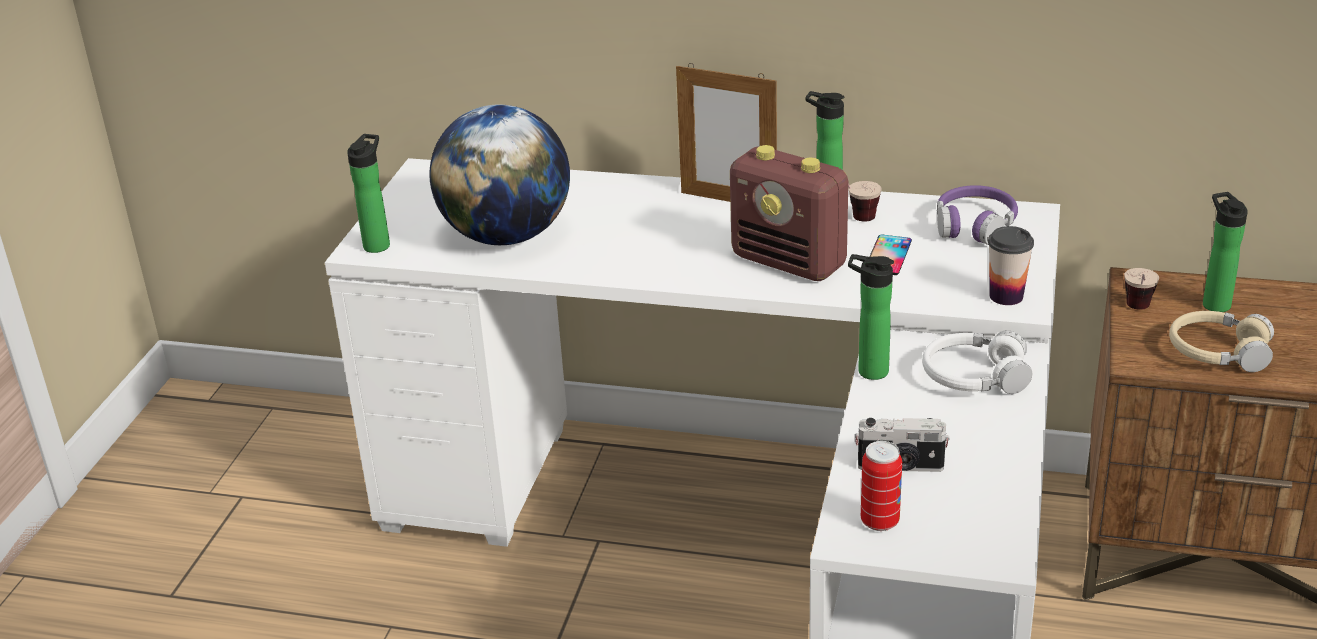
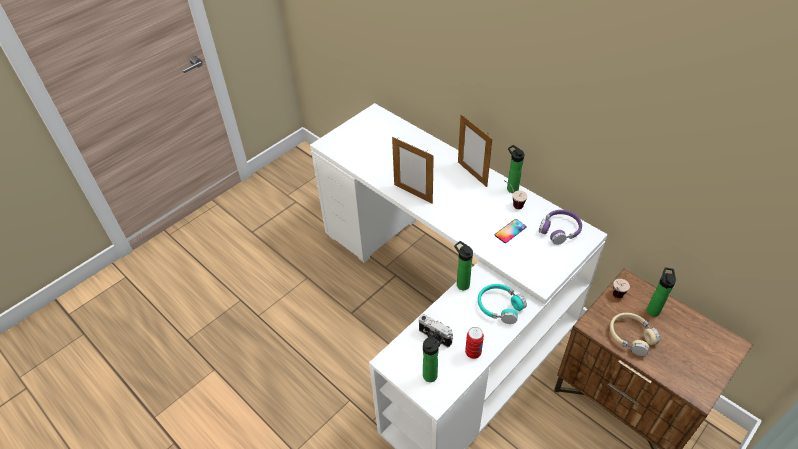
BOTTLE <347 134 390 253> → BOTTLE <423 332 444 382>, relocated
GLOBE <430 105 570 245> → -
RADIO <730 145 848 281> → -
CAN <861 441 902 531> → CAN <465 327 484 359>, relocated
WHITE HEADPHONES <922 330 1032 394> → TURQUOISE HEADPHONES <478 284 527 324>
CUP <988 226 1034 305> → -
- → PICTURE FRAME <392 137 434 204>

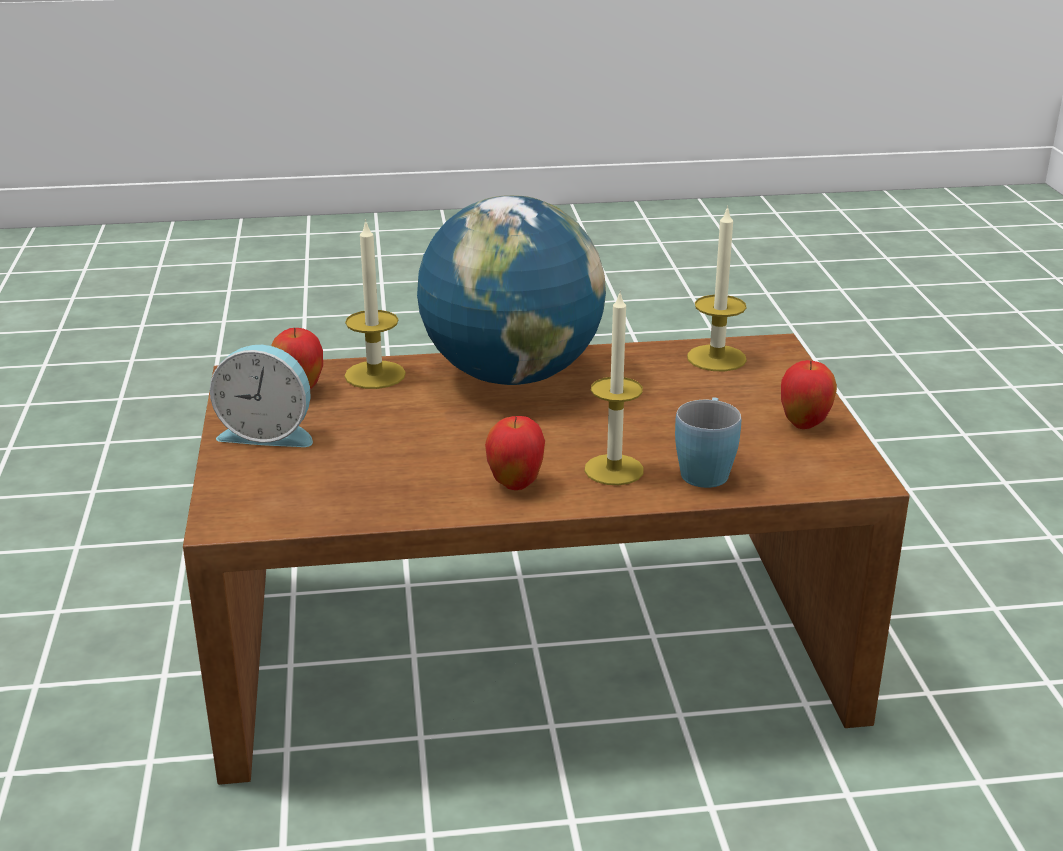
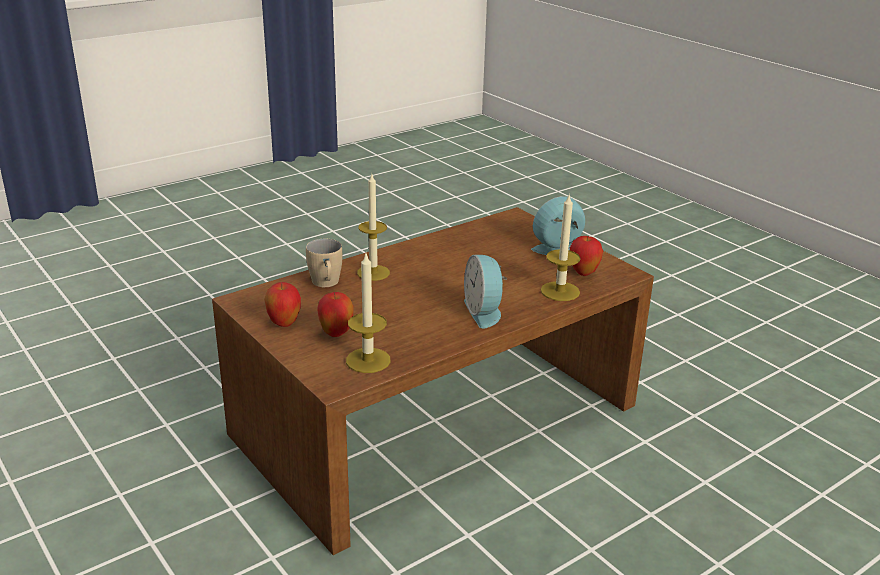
GLOBE <417 195 606 385> → ALARM CLOCK <464 255 507 329>
APPLE <485 416 545 490> → APPLE <317 292 354 337>, relocated
BLUE MUG <675 397 741 488> → BEIGE MUG <306 239 342 287>

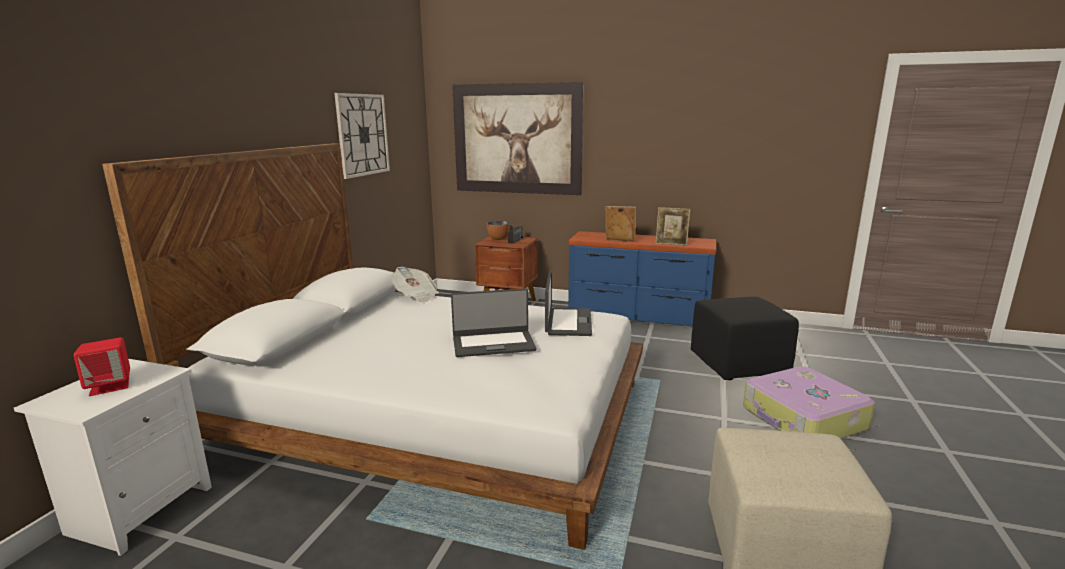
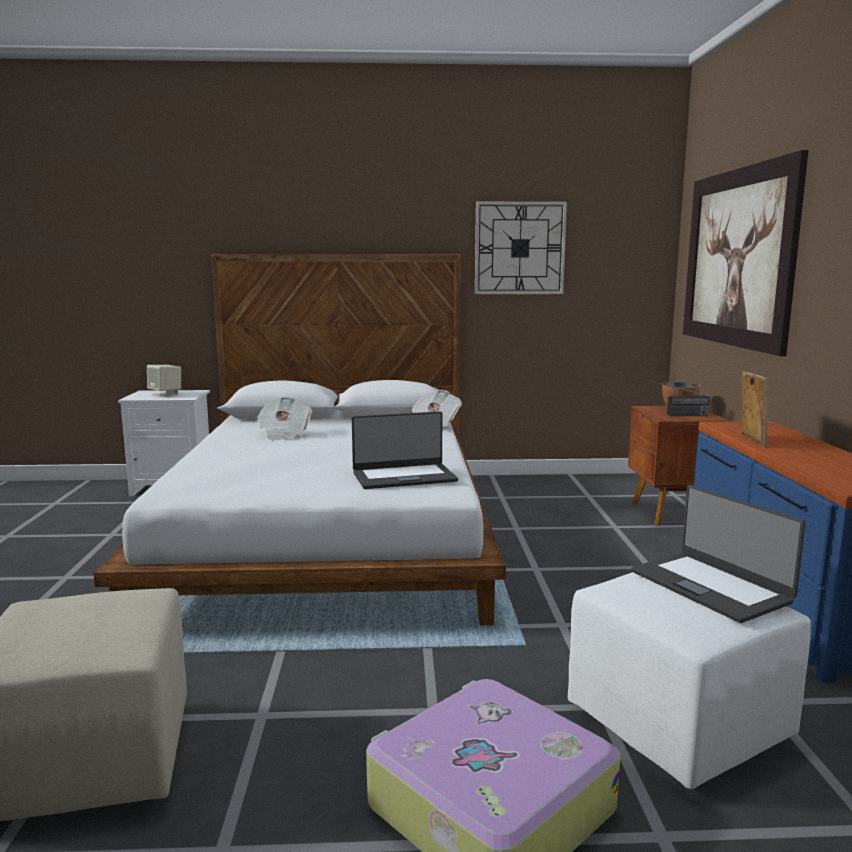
RED SPEAKER <73 337 130 396> → BEIGE SPEAKER <147 365 181 397>
LAPTOP <451 288 536 357> → LAPTOP <632 485 806 623>, relocated
PICTURE FRAME <656 207 691 245> → -
BLACK OTTOMAN <691 297 799 380> → WHITE OTTOMAN <568 572 811 789>
- → NEWSPAPER <257 397 312 440>

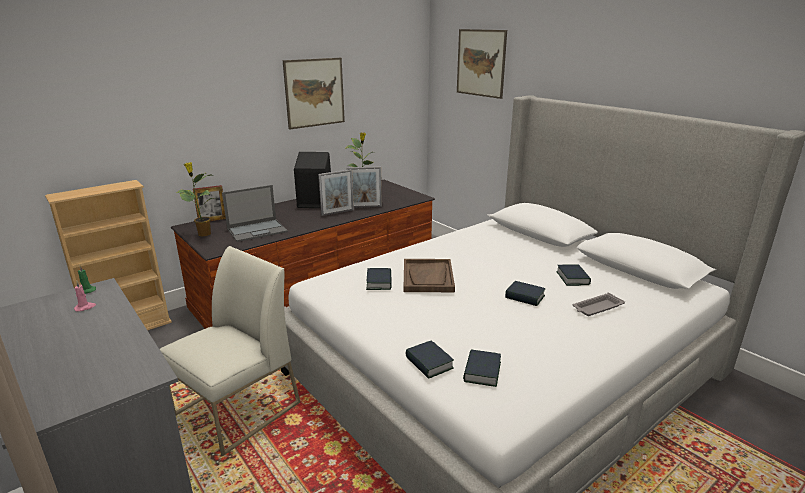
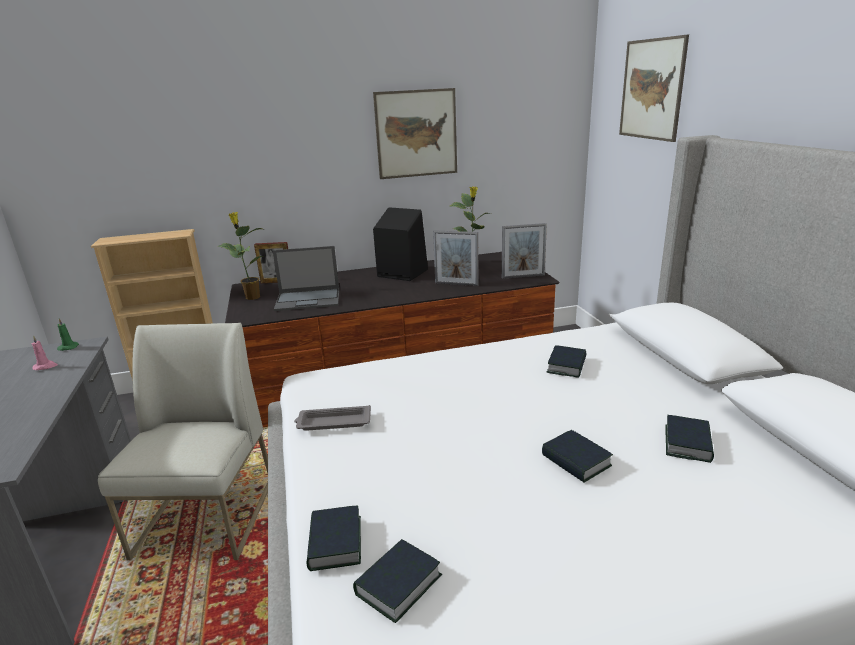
WHITE CHAIR <160 246 300 456> → WHITE CHAIR <98 323 268 560>, 60 degrees counterclockwise
PICTURE FRAME <318 169 354 216> → PICTURE FRAME <502 223 547 279>, relocated
BOOK <366 268 392 290> → BOOK <547 345 586 378>, relocated
BROWN TRAY <404 259 455 292> → -
GREY TRAY <573 293 625 316> → GREY TRAY <294 405 371 431>, relocated

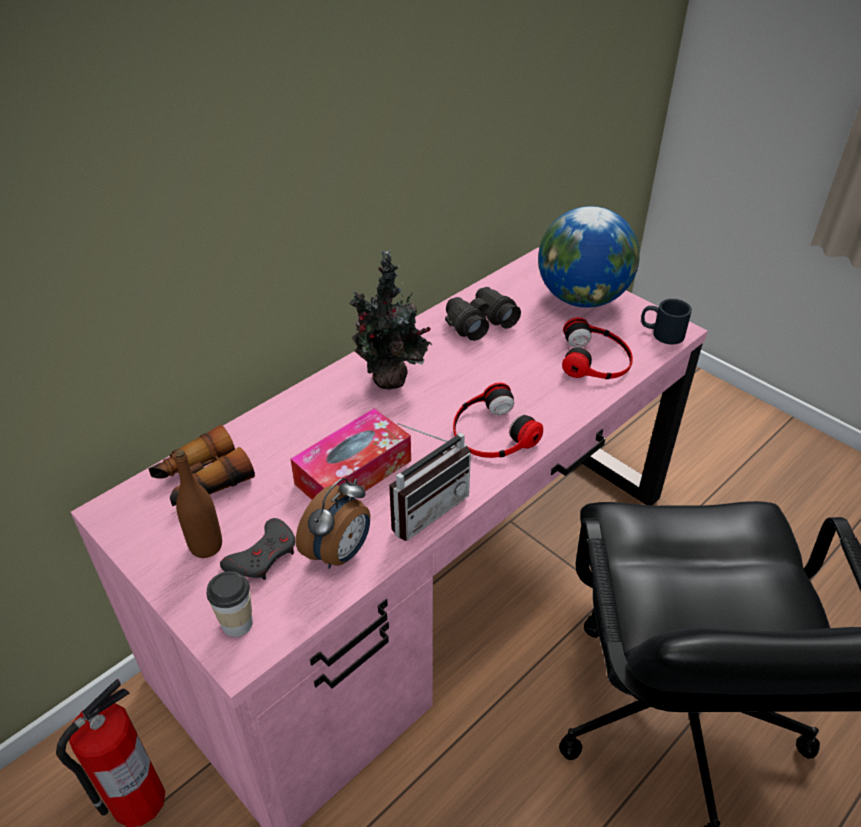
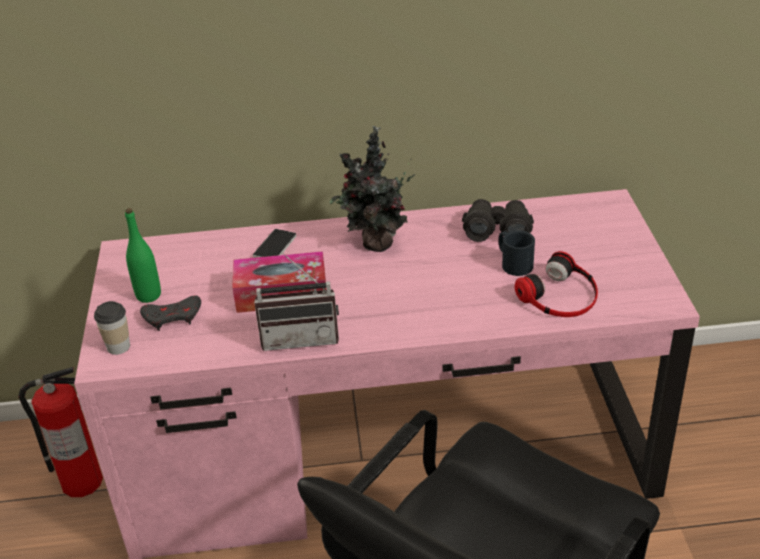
BINOCULARS <149 425 255 506> → -
BROWN BOTTLE <174 449 222 558> → GREEN BOTTLE <125 208 161 303>
ALARM CLOCK <296 478 370 569> → -
HEADPHONES <453 383 543 458> → -
GLOBE <538 206 640 308> → -
BLACK MUG <641 299 692 344> → BLACK MUG <498 230 535 276>, relocated
- → PHONE <253 229 296 258>

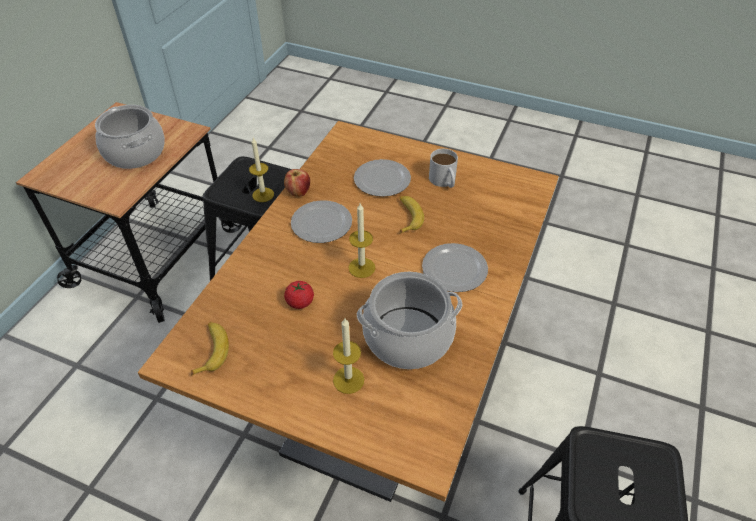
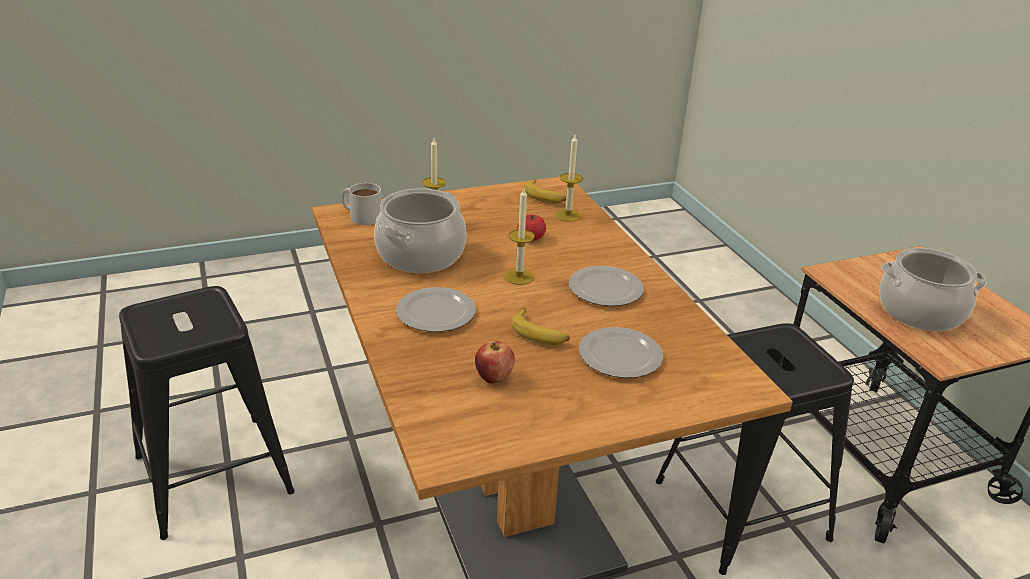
CANDLE <249 138 274 202> → CANDLE <555 135 583 222>, relocated
APPLE <284 169 310 197> → APPLE <475 341 515 384>, relocated
WHITE MUG <429 149 458 188> → WHITE MUG <341 183 381 225>, relocated

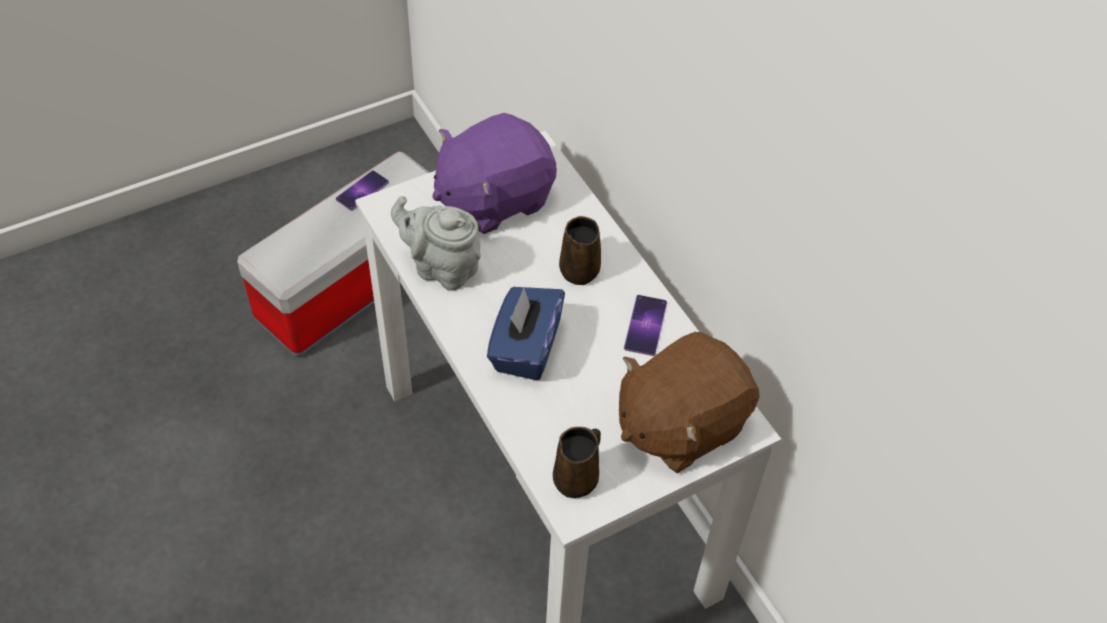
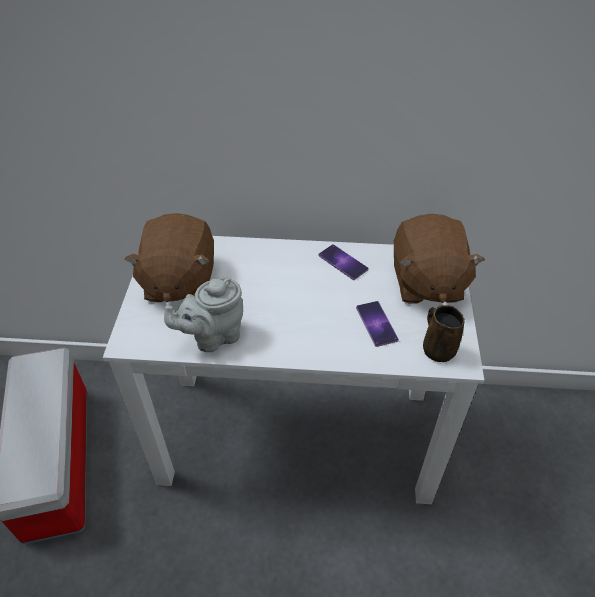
PHONE <336 170 389 211> → PHONE <356 301 399 347>, relocated
PURPLE PLUSH TOY <432 113 557 234> → BROWN PLUSH TOY <124 213 214 302>
BLUE TISSUE BOX <487 287 565 380> → -
BROWN MUG <559 216 601 285> → -

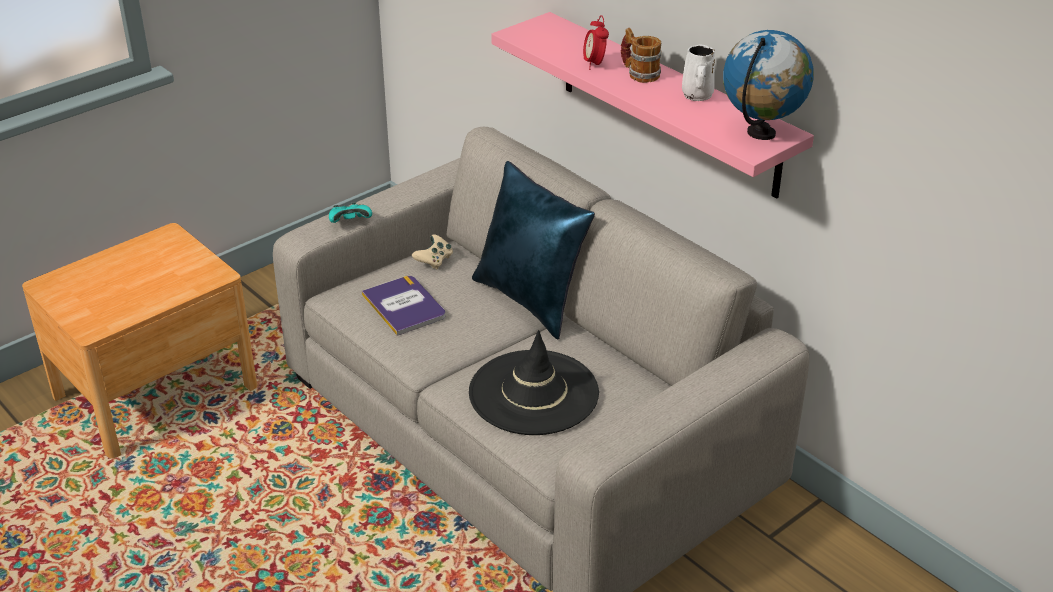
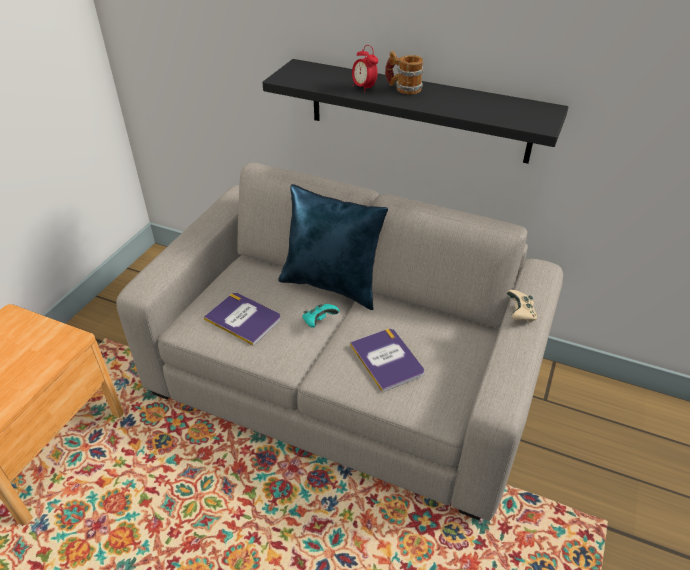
TURQUOISE GAME CONTROLLER <329 202 372 223> → TURQUOISE GAME CONTROLLER <302 304 339 328>, relocated
BEIGE GAME CONTROLLER <412 234 453 270> → BEIGE GAME CONTROLLER <507 290 537 322>, relocated
BLACK HAT <469 330 599 435> → BOOK <350 329 424 393>
PINK SHELF <491 12 814 199> → BLACK SHELF <262 59 569 164>
WHITE MUG <682 45 715 101> → -
GLOBE <723 30 814 140> → -

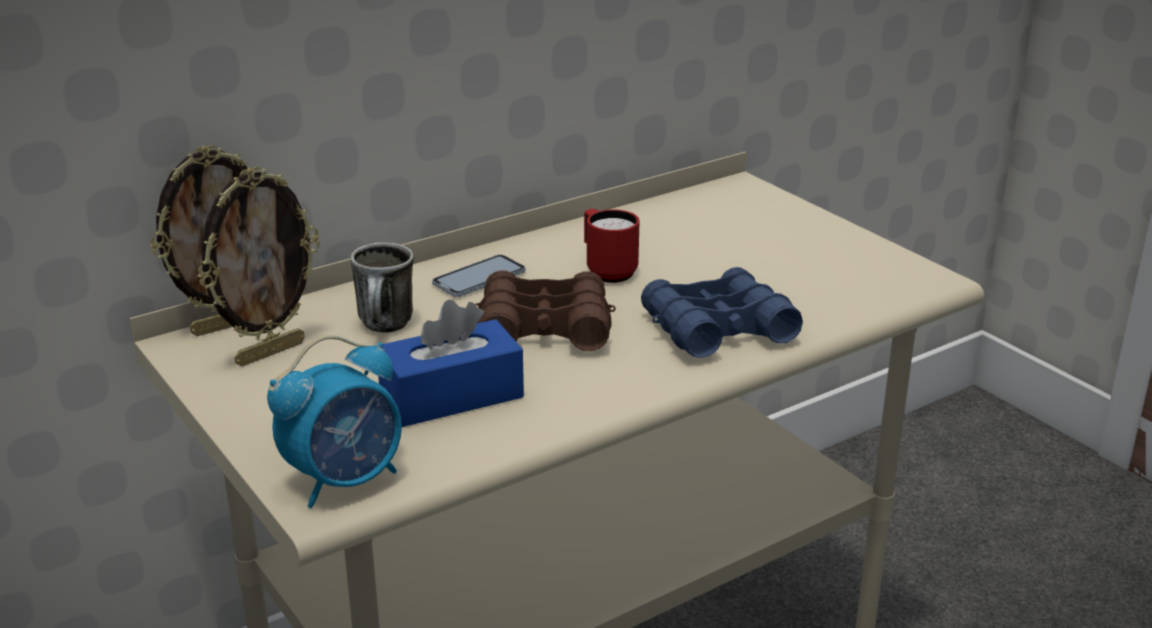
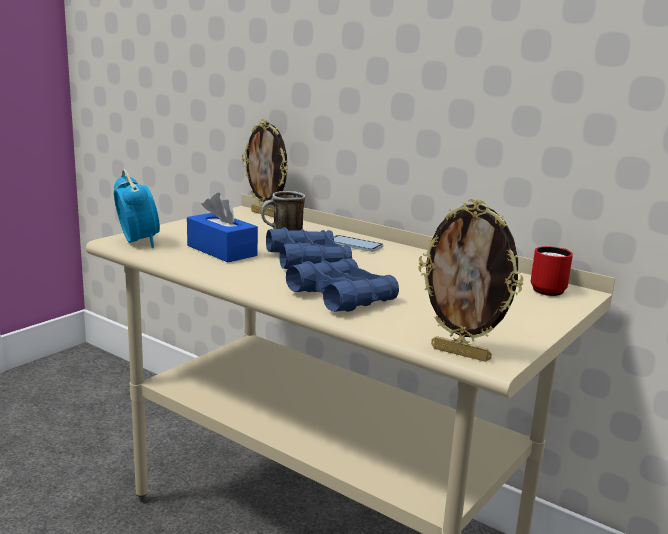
PICTURE FRAME <198 167 320 366> → PICTURE FRAME <419 199 523 362>, relocated
ALARM CLOCK <267 335 402 508> → ALARM CLOCK <114 169 160 248>, 150 degrees counterclockwise
BROWN BINOCULARS <475 270 616 351> → BLUE BINOCULARS <266 227 352 269>
RED MUG <584 209 640 283> → RED MUG <531 246 573 296>, relocated

